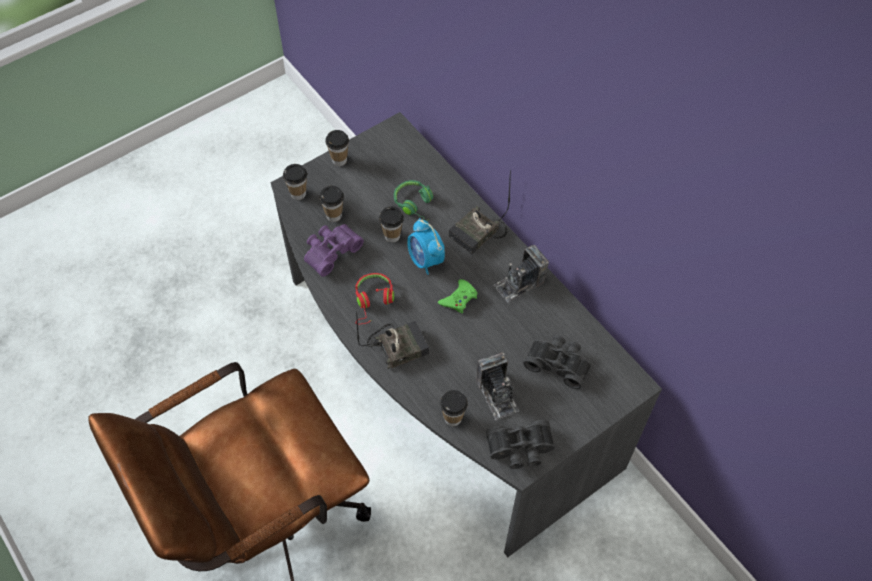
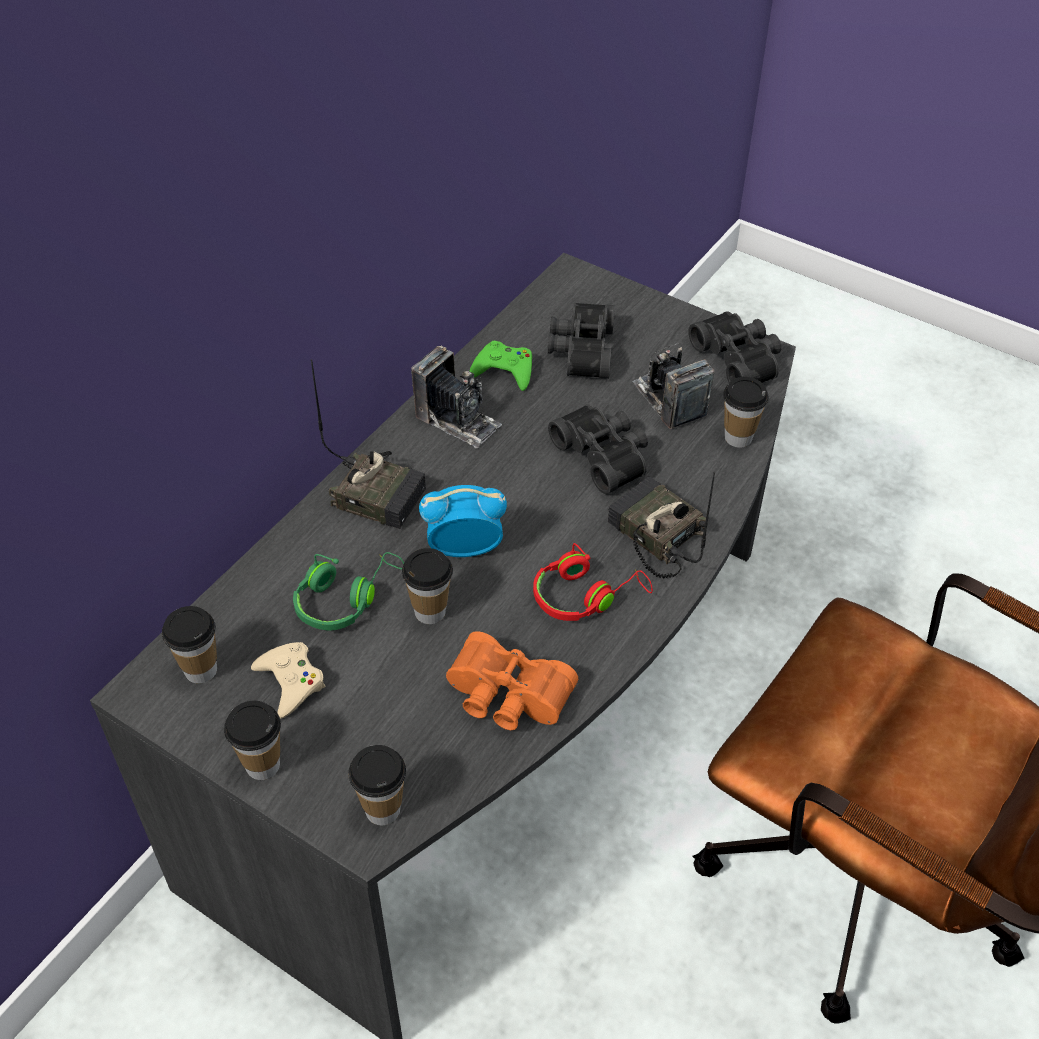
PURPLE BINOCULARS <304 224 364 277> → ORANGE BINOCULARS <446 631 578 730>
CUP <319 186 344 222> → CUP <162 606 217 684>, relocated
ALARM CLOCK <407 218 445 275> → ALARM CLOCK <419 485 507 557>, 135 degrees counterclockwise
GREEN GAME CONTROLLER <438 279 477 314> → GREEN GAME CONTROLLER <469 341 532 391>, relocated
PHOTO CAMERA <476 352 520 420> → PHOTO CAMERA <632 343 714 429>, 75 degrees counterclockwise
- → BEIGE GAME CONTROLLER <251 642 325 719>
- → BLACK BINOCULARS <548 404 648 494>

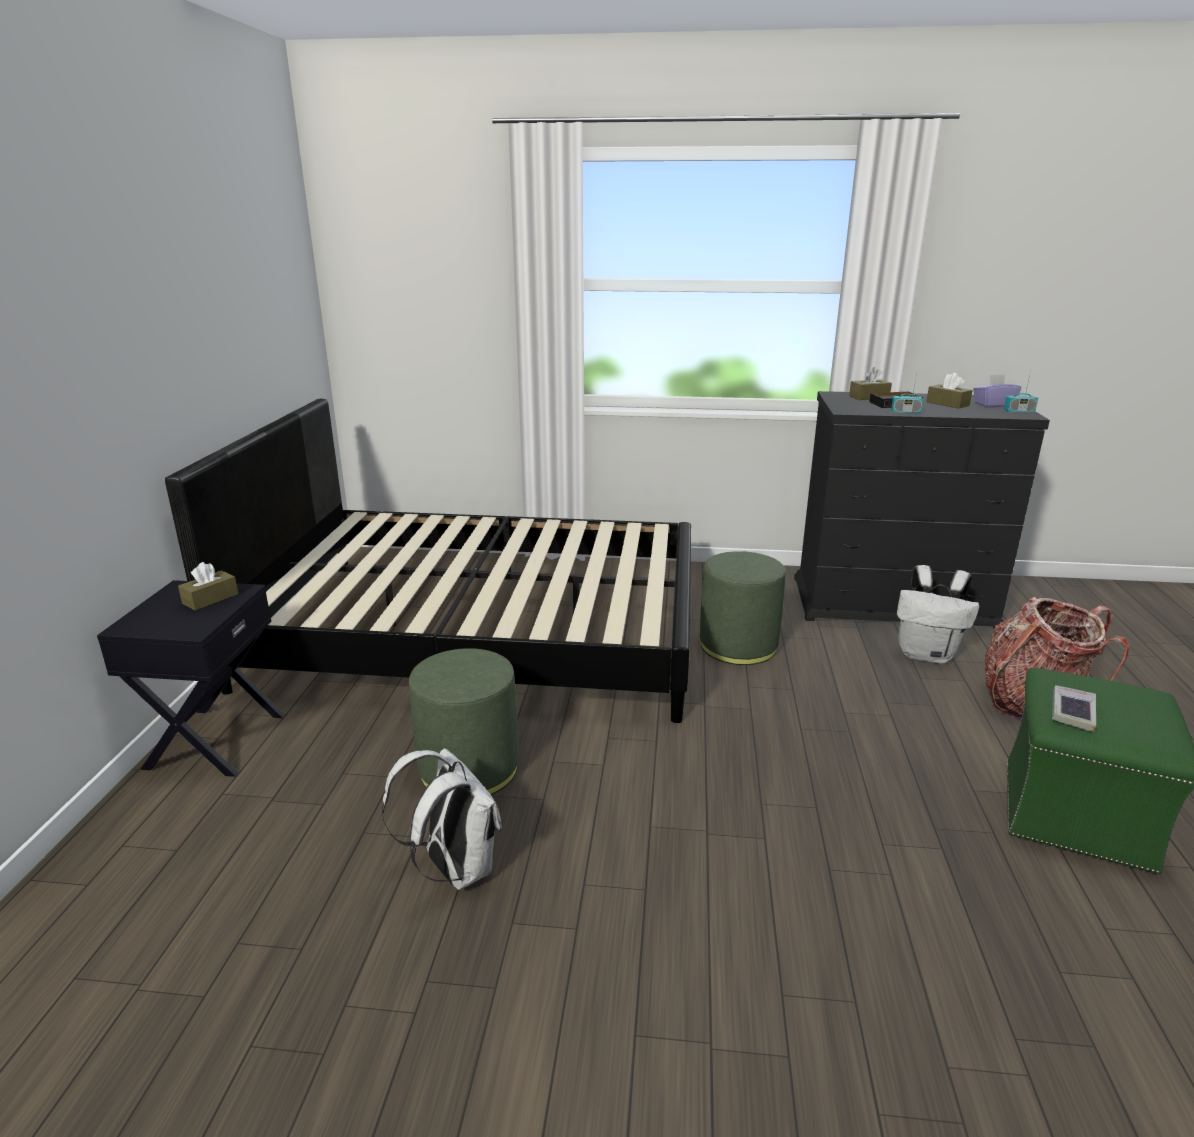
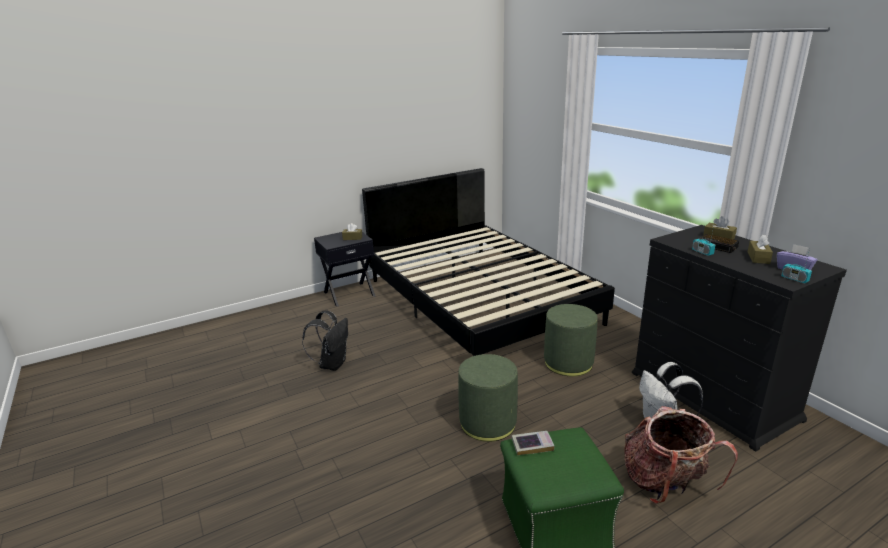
WHITE BACKPACK <382 748 502 890> → BLACK BACKPACK <302 310 348 371>
GREEN OTTOMAN <409 648 519 795> → GREEN OTTOMAN <458 354 518 442>, relocated

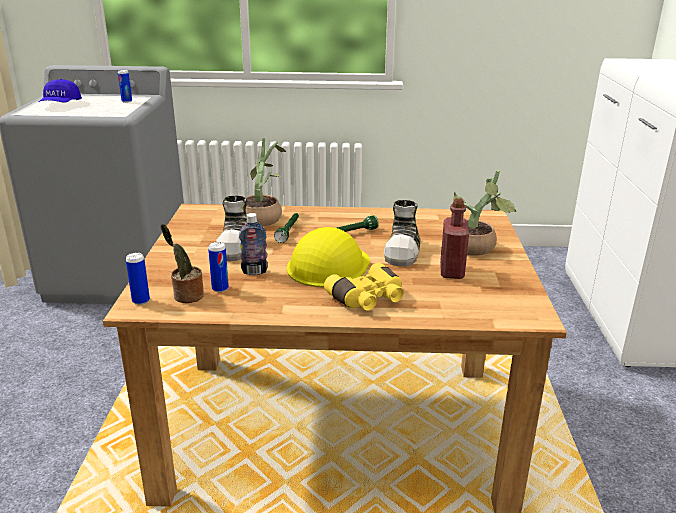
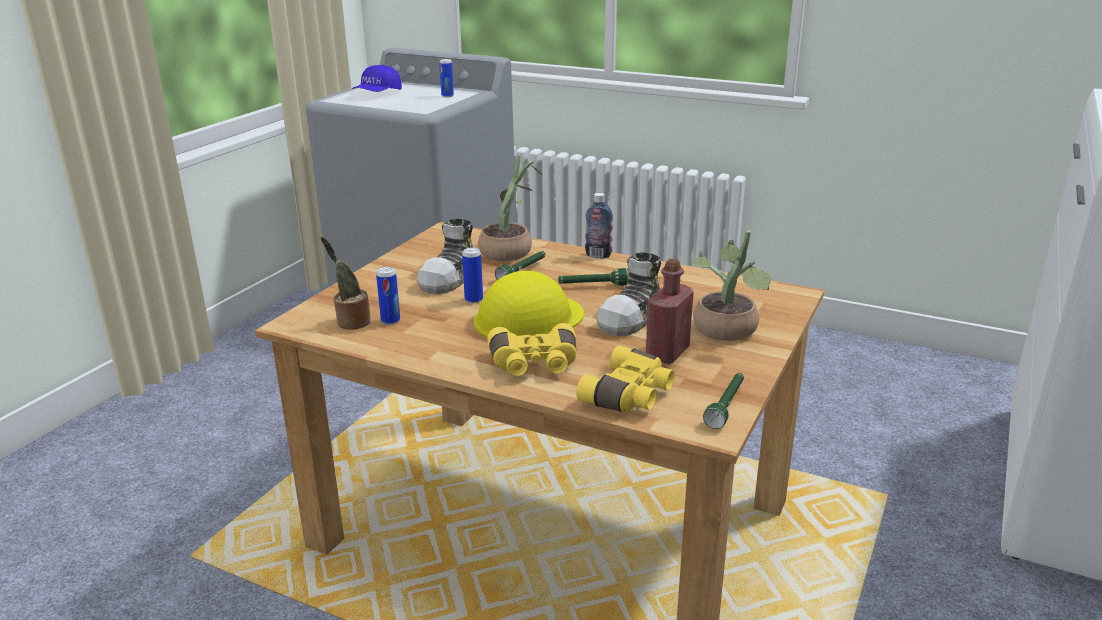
CAN <126 253 150 305> → CAN <462 247 483 303>, relocated
BOTTLE <239 213 268 275> → BOTTLE <585 193 613 258>, relocated
- → YELLOW BINOCULARS <576 345 675 412>
- → GREEN FLASHLIGHT <703 373 744 429>

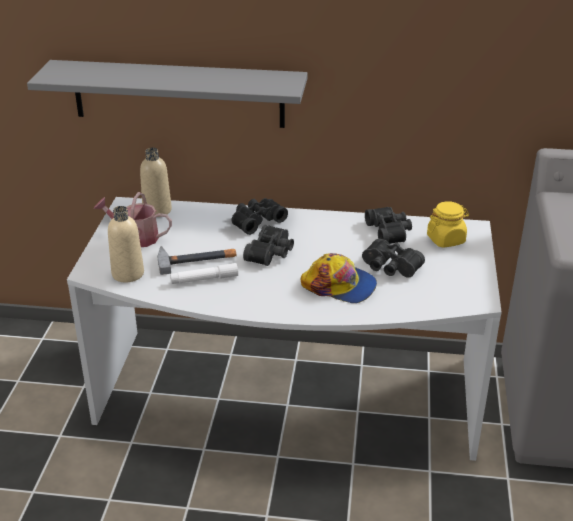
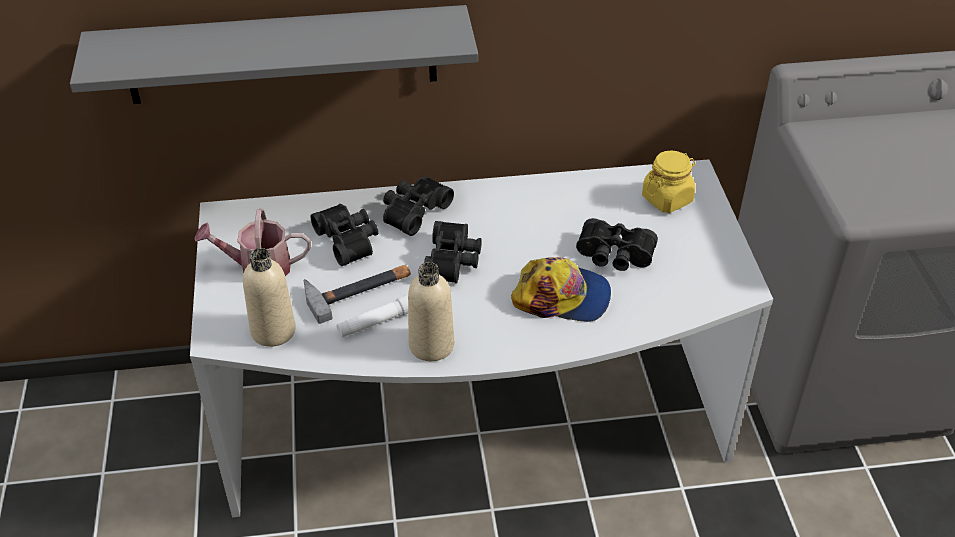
BEIGE BOTTLE <140 148 172 217> → BEIGE BOTTLE <408 262 454 361>, relocated
BLACK BINOCULARS <365 207 412 244> → BLACK BINOCULARS <311 204 378 266>, relocated

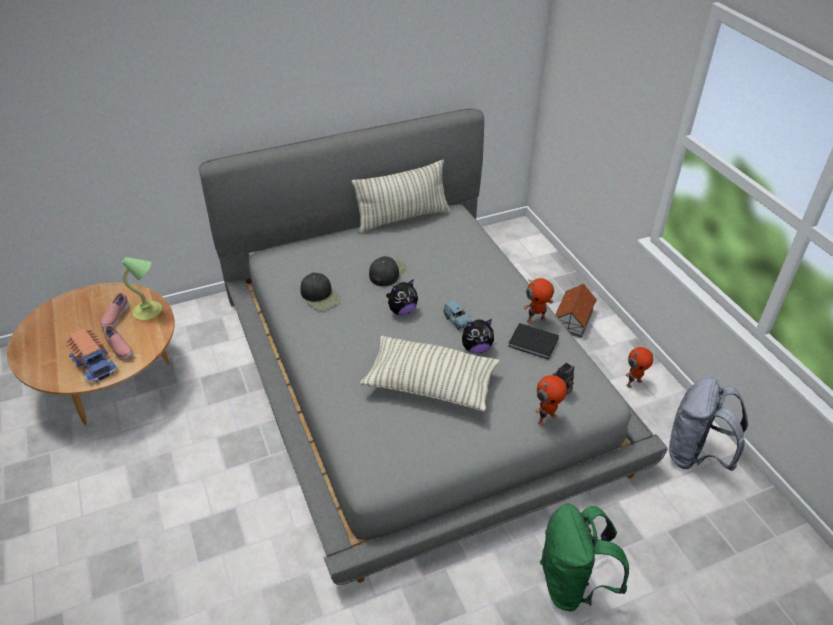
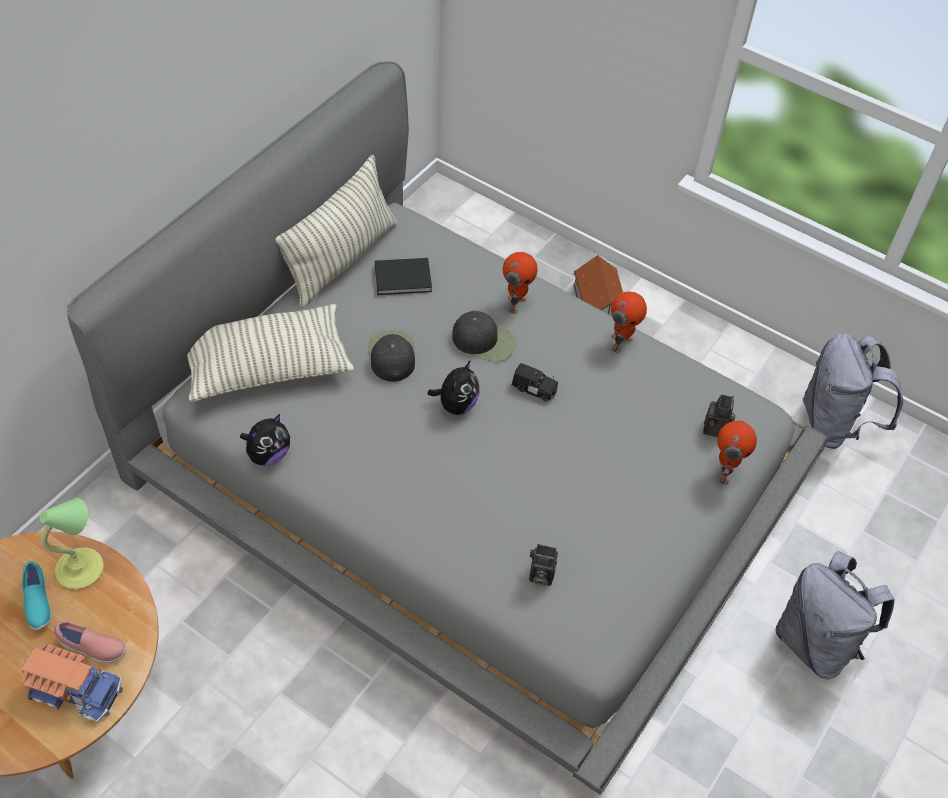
PINK SHOE <100 292 129 328> → TURQUOISE SHOE <22 561 52 630>
BLACK CAP <300 272 341 310> → BLACK CAP <452 311 516 362>, relocated
PILLOW <360 336 500 411> → PILLOW <187 304 354 402>, relocated
BLUE TOY CAR <443 300 472 330> → BLACK TOY CAR <511 363 558 402>
PLUSH TOY <462 319 494 353> → PLUSH TOY <240 414 290 466>, relocated
BLACK BOOK <508 323 559 359> → BLACK BOOK <375 258 432 295>, relocated
GREEN BACKPACK <540 503 629 611> → GREY BACKPACK <776 551 895 680>
TOY ROBOT <626 347 653 388> → TOY ROBOT <503 252 538 314>, relocated
- → PHOTO CAMERA <529 544 558 586>

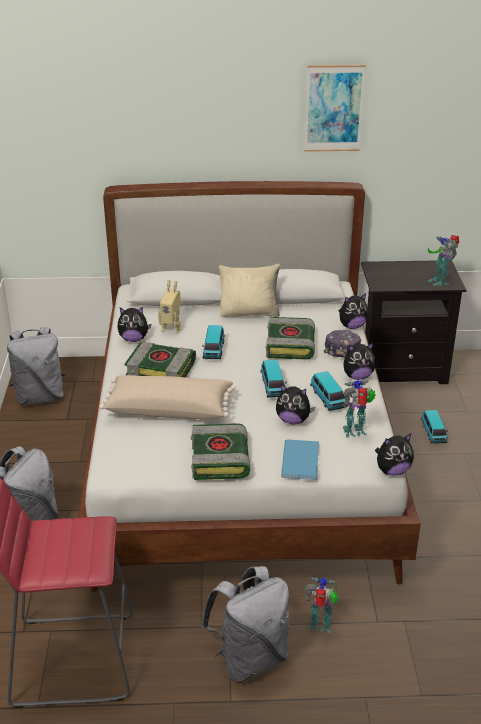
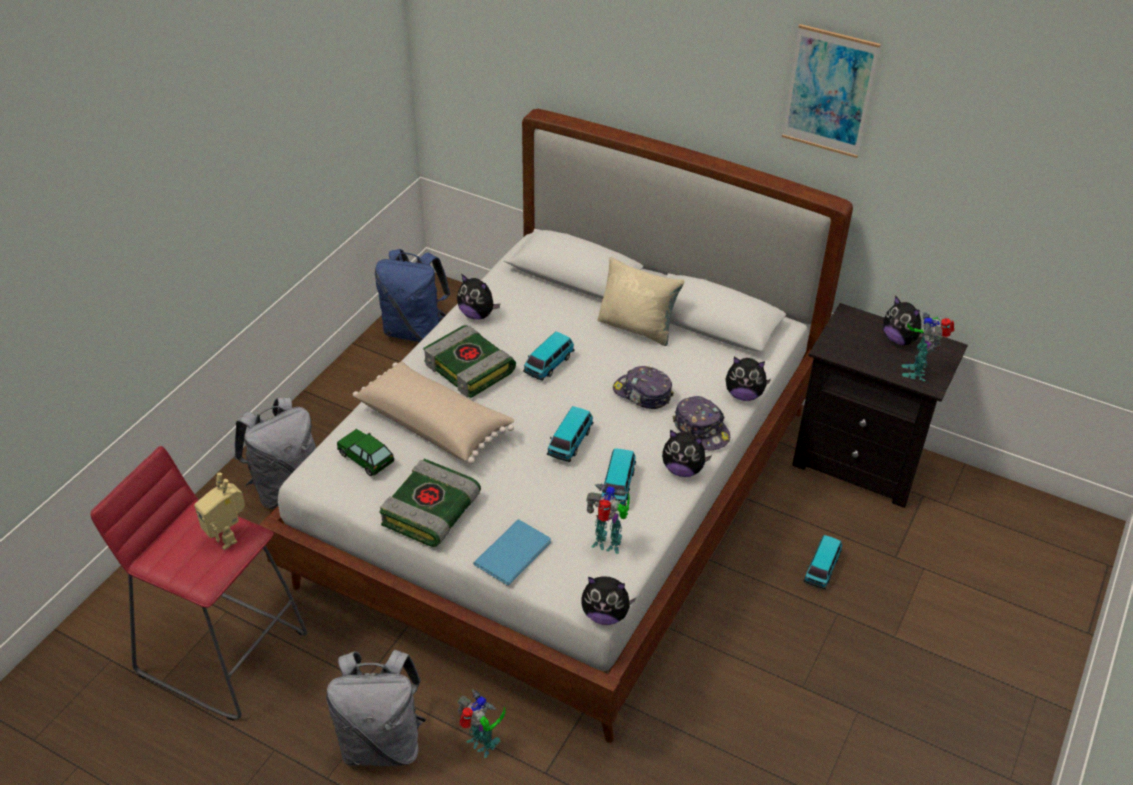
GREY BACKPACK <7 327 65 406> → BLUE BACKPACK <375 249 450 342>
TOY ROBOT <158 280 181 334> → TOY ROBOT <194 472 245 550>, relocated
BOOK <266 317 315 360> → CAP <613 366 674 409>
PLUSH TOY <276 384 315 424> → PLUSH TOY <883 296 924 345>, relocated
- → TOY CAR <337 429 394 476>

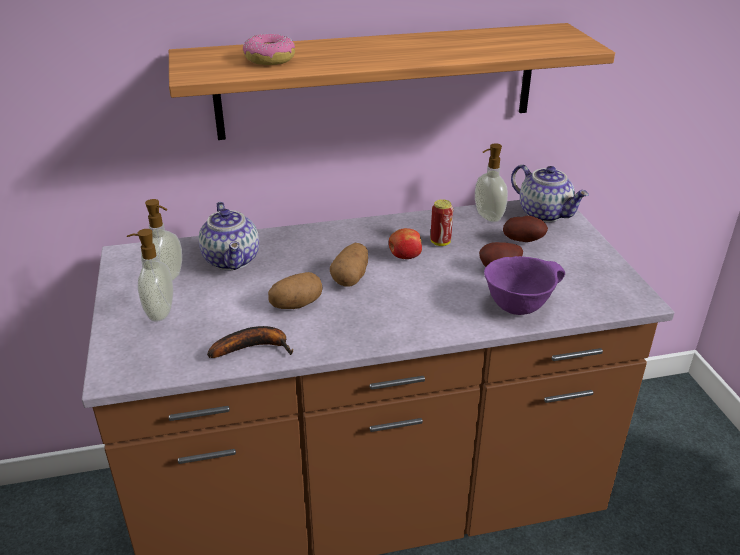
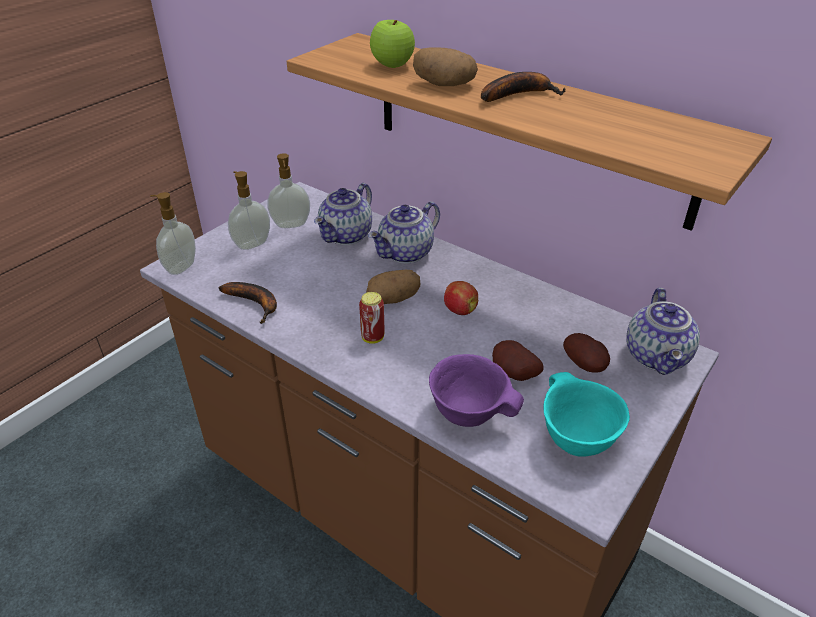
DONUT <243 34 295 65> → APPLE <370 20 415 68>
POTATO <268 272 323 309> → POTATO <413 47 478 86>, relocated
CAN <431 199 453 246> → CAN <359 292 384 344>, relocated
SOAP DISPENSER <475 143 508 222> → SOAP DISPENSER <150 192 196 275>, relocated
- → TEAPOT <368 201 440 264>
- → BANANA <481 72 565 102>
- → TURQUOISE BOWL <543 372 630 457>

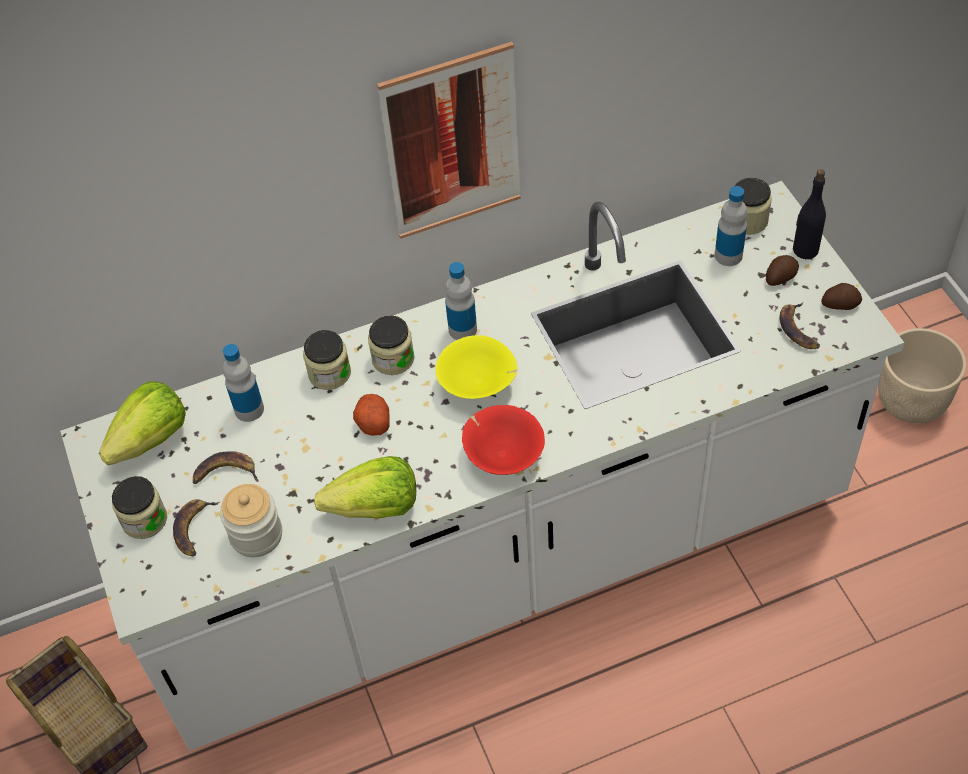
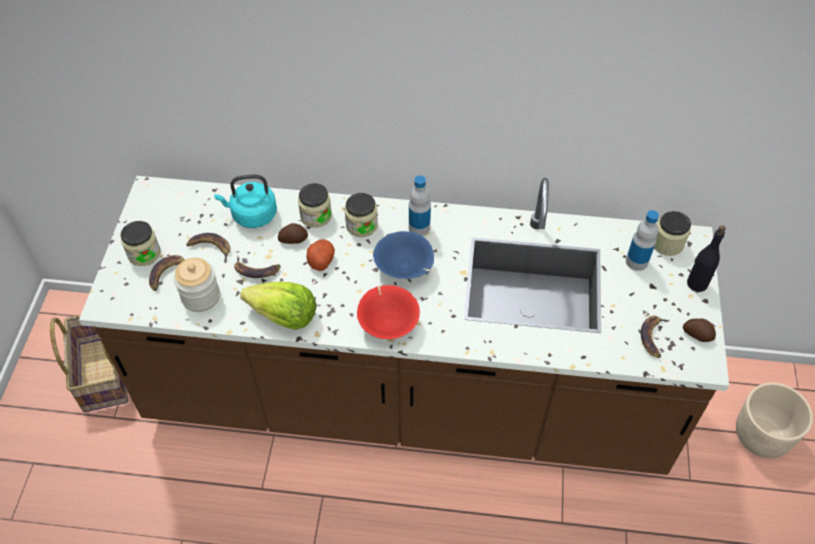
WHITE COUNTER <60 181 904 751> → BROWN COUNTER <79 176 729 475>
LETTUCE <99 381 186 465> → -
BOTTLE <223 344 264 422> → TURQUOISE KETTLE <214 174 277 228>
PICTURE <377 42 521 239> → -
YELLOW BOWL <435 335 517 399> → BLUE BOWL <373 231 434 279>
POTATO <766 255 799 286> → POTATO <278 223 308 244>, relocated
- → BANANA <234 257 281 278>

